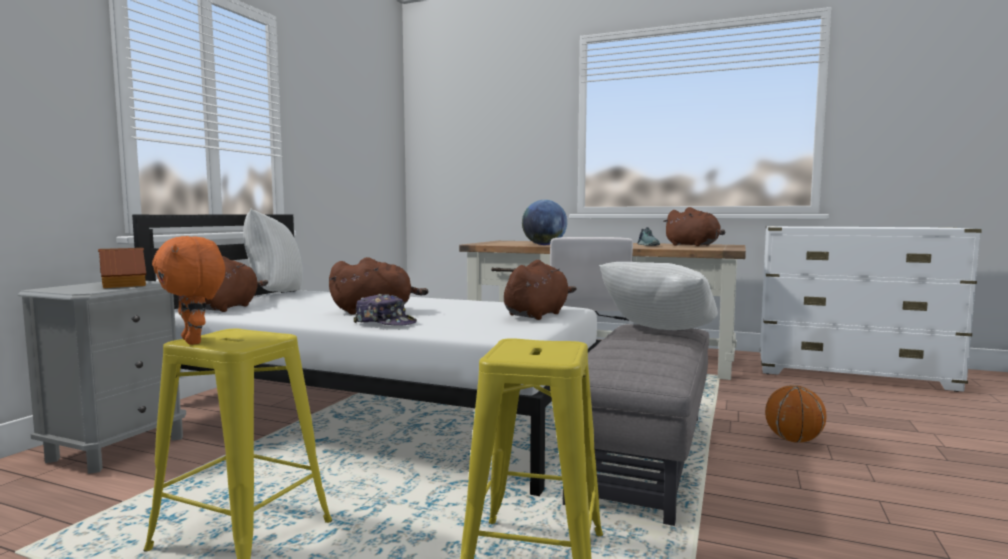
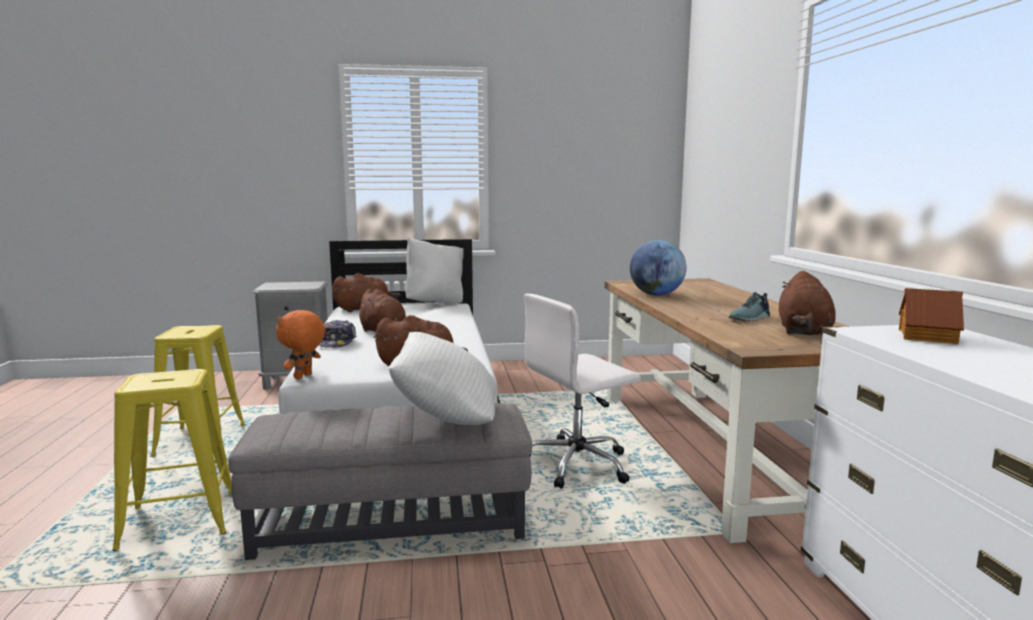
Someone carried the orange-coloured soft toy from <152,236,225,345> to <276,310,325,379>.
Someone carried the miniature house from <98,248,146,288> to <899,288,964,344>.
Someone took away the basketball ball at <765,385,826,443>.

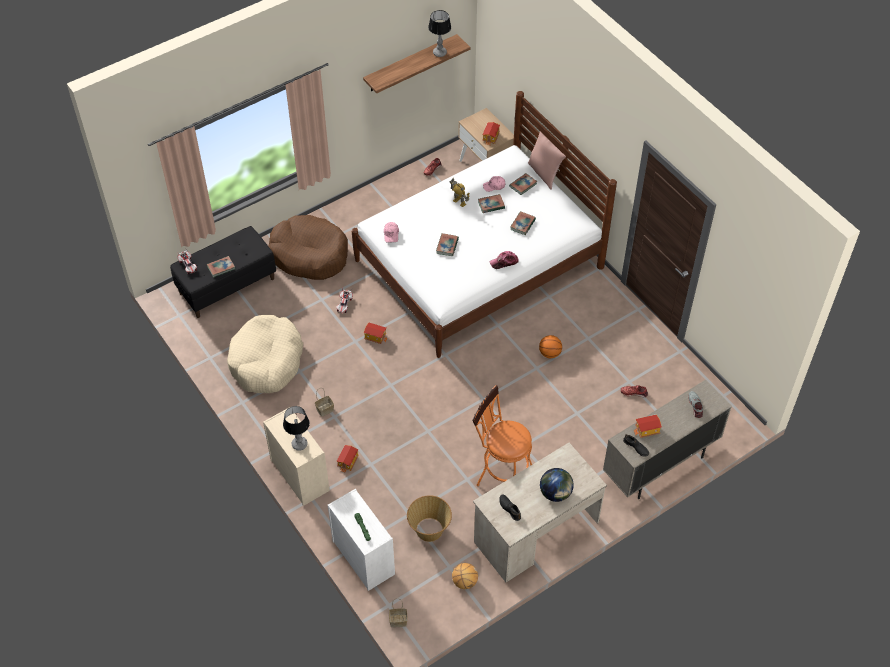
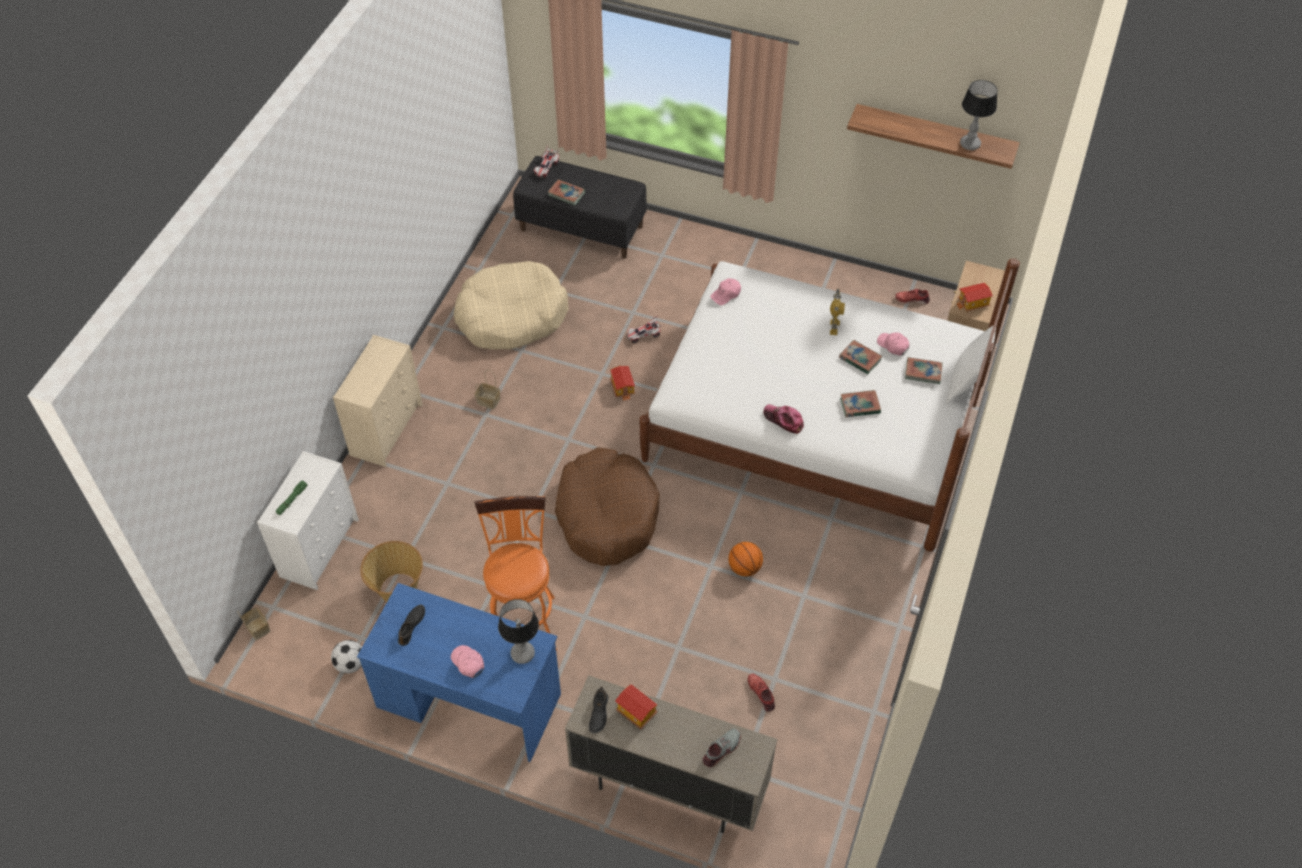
Someone repainted the pink cushion at <528,132,566,189>, which became the whitish cushion at <946,326,997,404>.
Someone carried the brownish dog cushion from <268,215,348,280> to <555,447,660,566>.
Someone took away the book at <436,233,459,256>.
Someone carried the tabletop lamp from <283,406,310,451> to <498,599,539,664>.
Someone repainted the sand-coloured desk unit at <473,443,607,582>, which became the blue desk unit at <357,583,561,762>.
Someone took away the miniature house at <336,445,359,473>.
Someone swapped the world globe at <540,468,574,502> for the pink baseball cap at <451,645,484,678>.
Someone swapped the basketball ball at <452,563,478,589> for the ball for football at <331,640,362,674>.

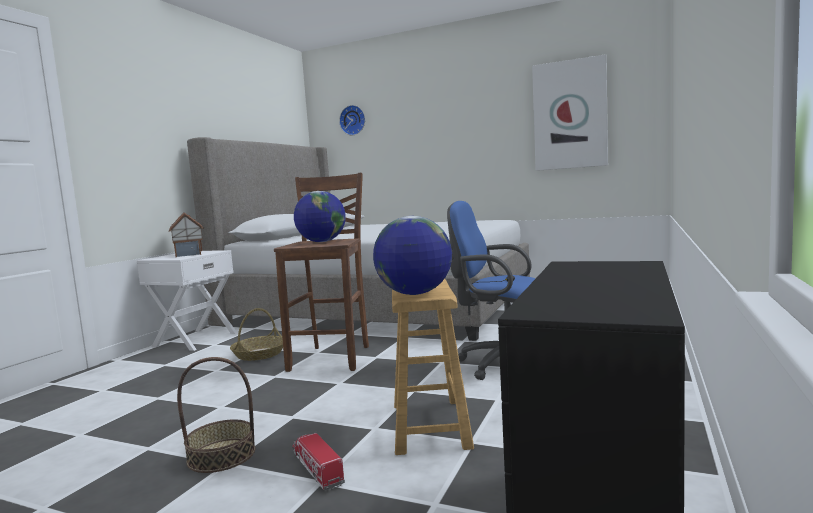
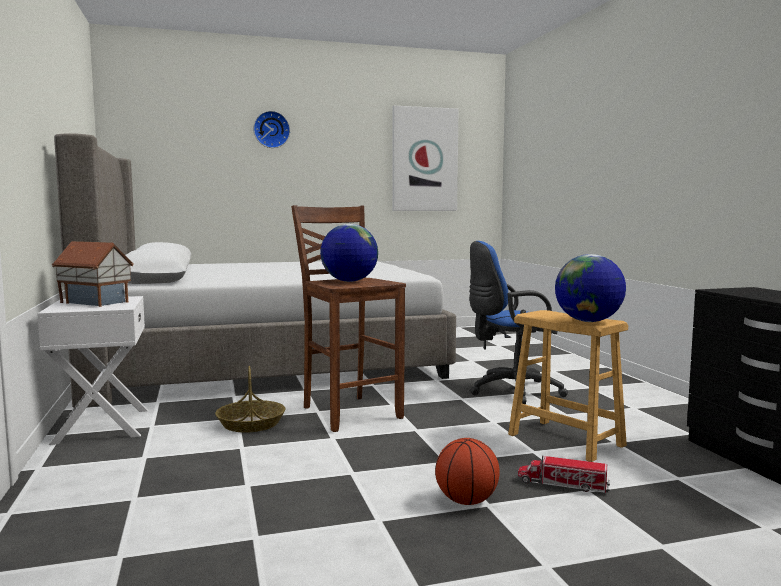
Someone carried the wall clock from <339,105,365,135> to <253,111,290,148>.
Someone swapped the basket at <177,357,255,473> for the basketball ball at <435,438,500,505>.

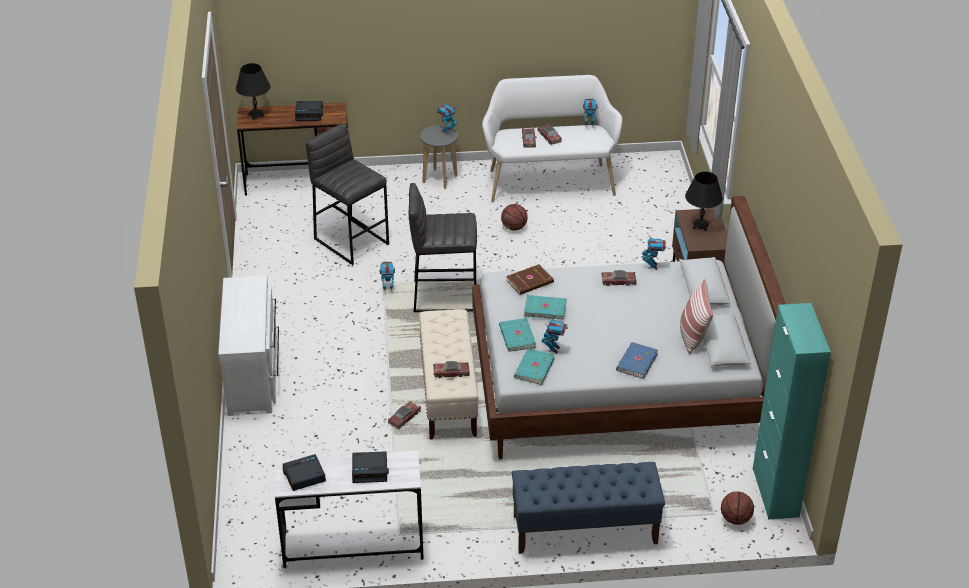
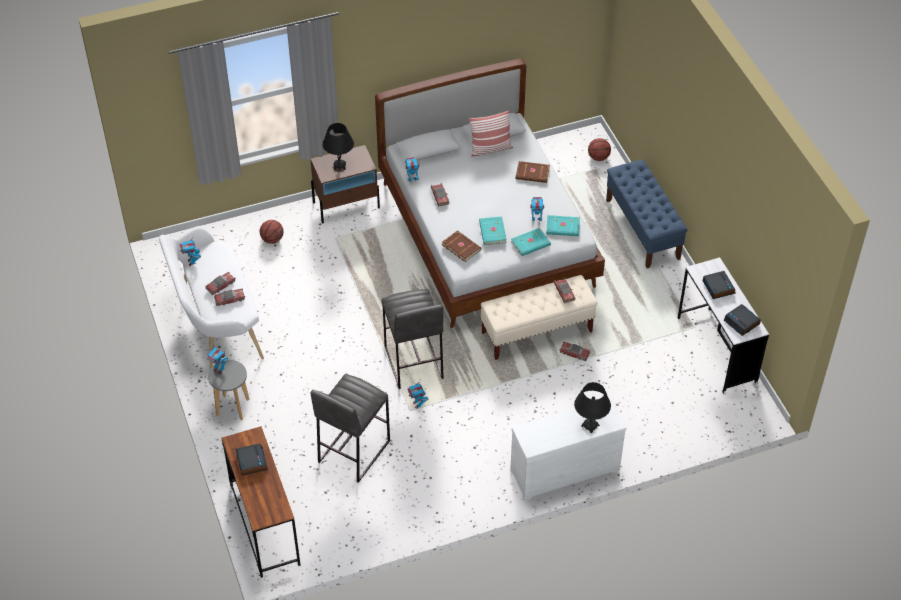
Someone carried the blackish tabletop lamp from <236,63,270,120> to <574,382,611,434>.
Someone carried the basketball ball from <501,204,528,231> to <260,220,284,244>.
Someone took away the turquoise storage cabinet at <753,303,831,519>.
Someone repainted the blue book at <616,342,658,379>, which became the brownish book at <516,161,550,183>.

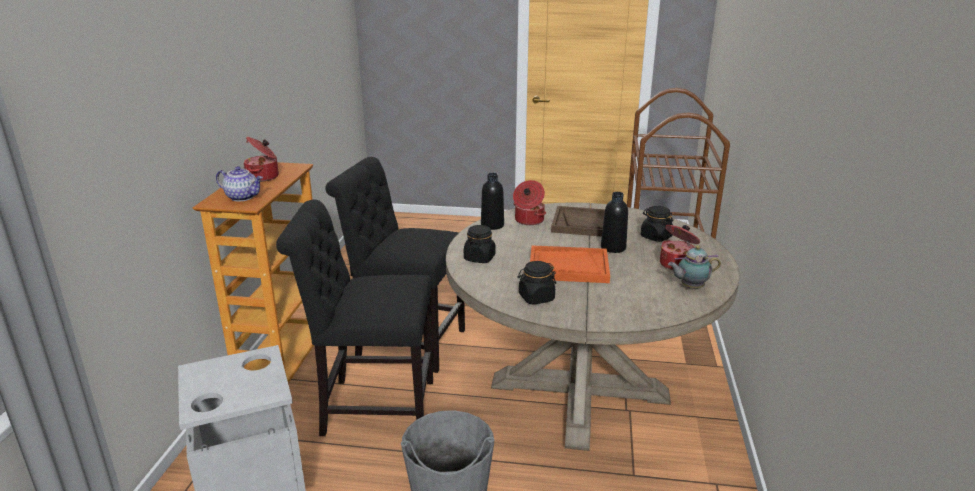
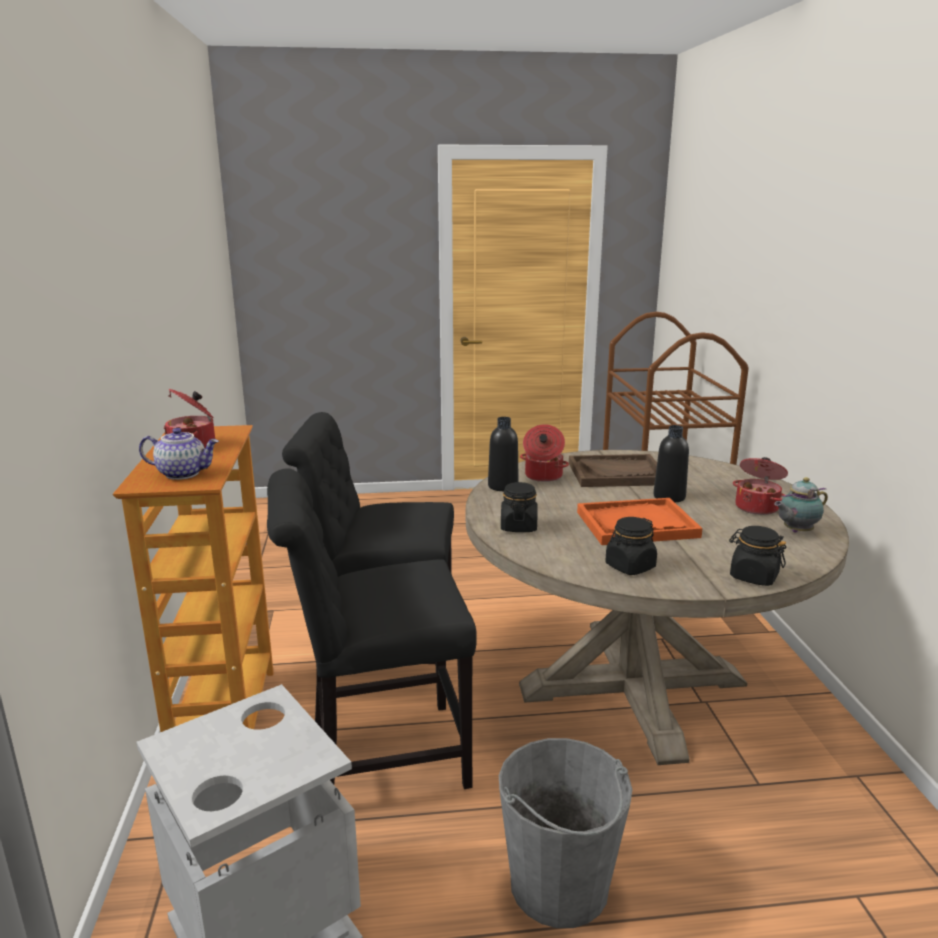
Someone carried the blackish preserve jar from <641,206,673,242> to <729,526,786,586>.

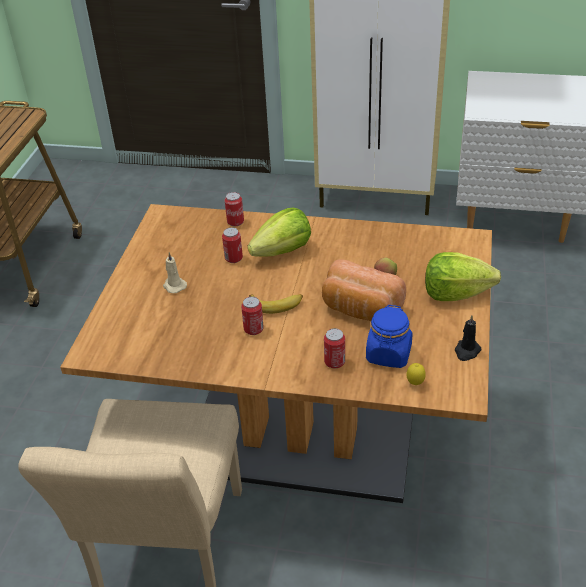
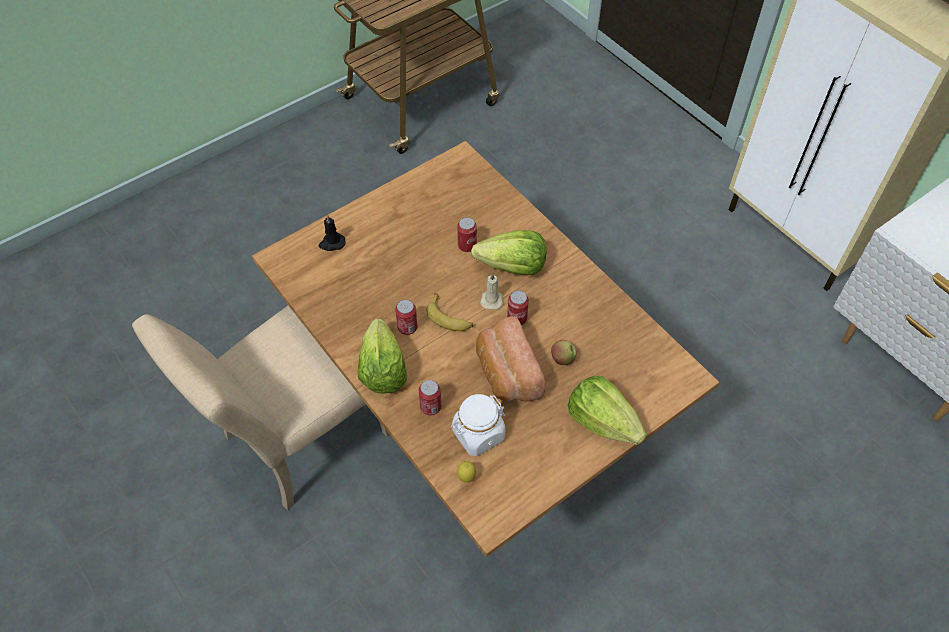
Someone carried the metal can from <225,192,244,226> to <507,291,529,325>.
Someone carried the sand-coloured wax light from <163,252,187,293> to <480,273,503,310>.
Someone repainted the blue preserve jar at <366,305,413,368>, which became the whitish preserve jar at <451,394,506,456>.
Someone carried the blackish wax light from <455,315,481,361> to <319,214,345,251>.
Someone put down the lettuce at <357,318,407,394>.

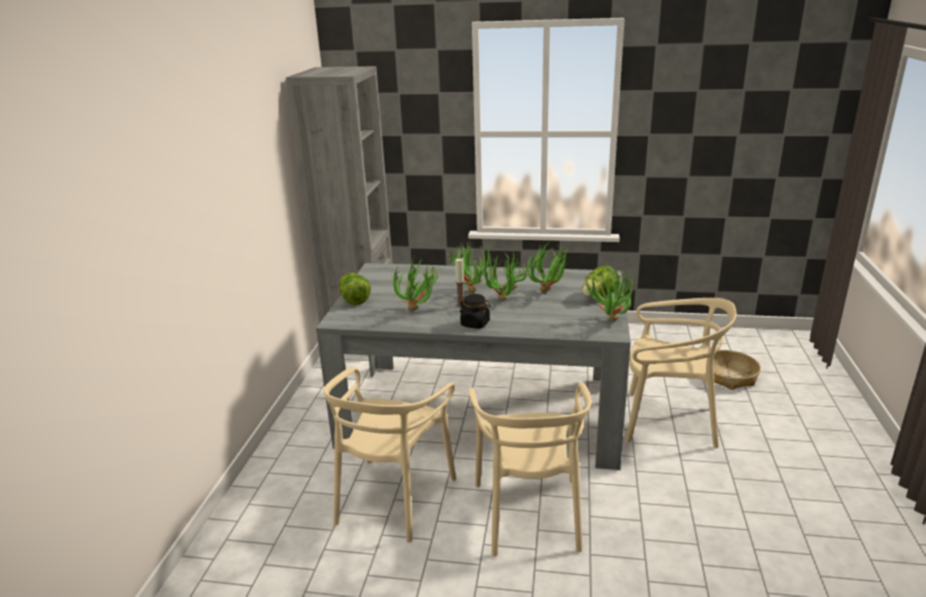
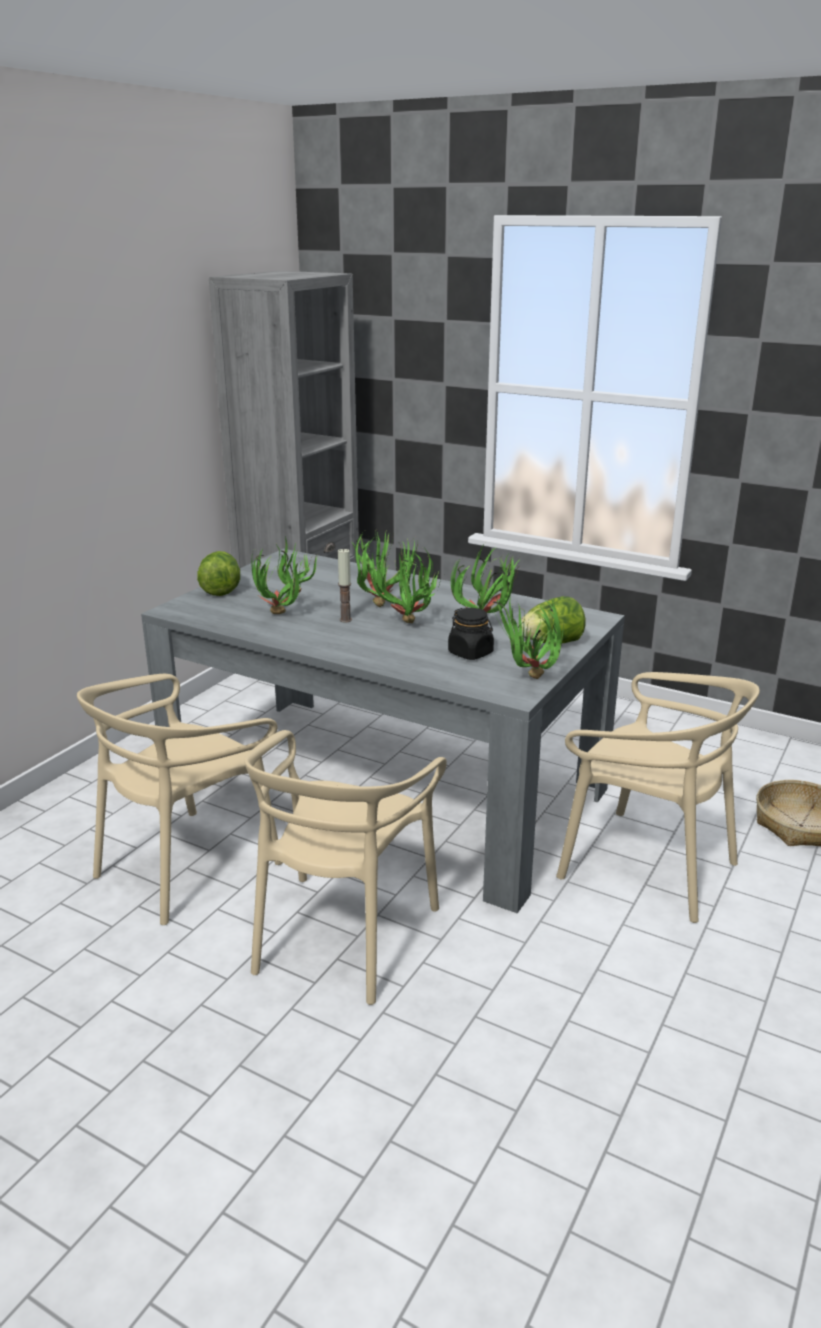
Someone carried the blackish preserve jar from <460,294,491,329> to <448,608,494,660>.

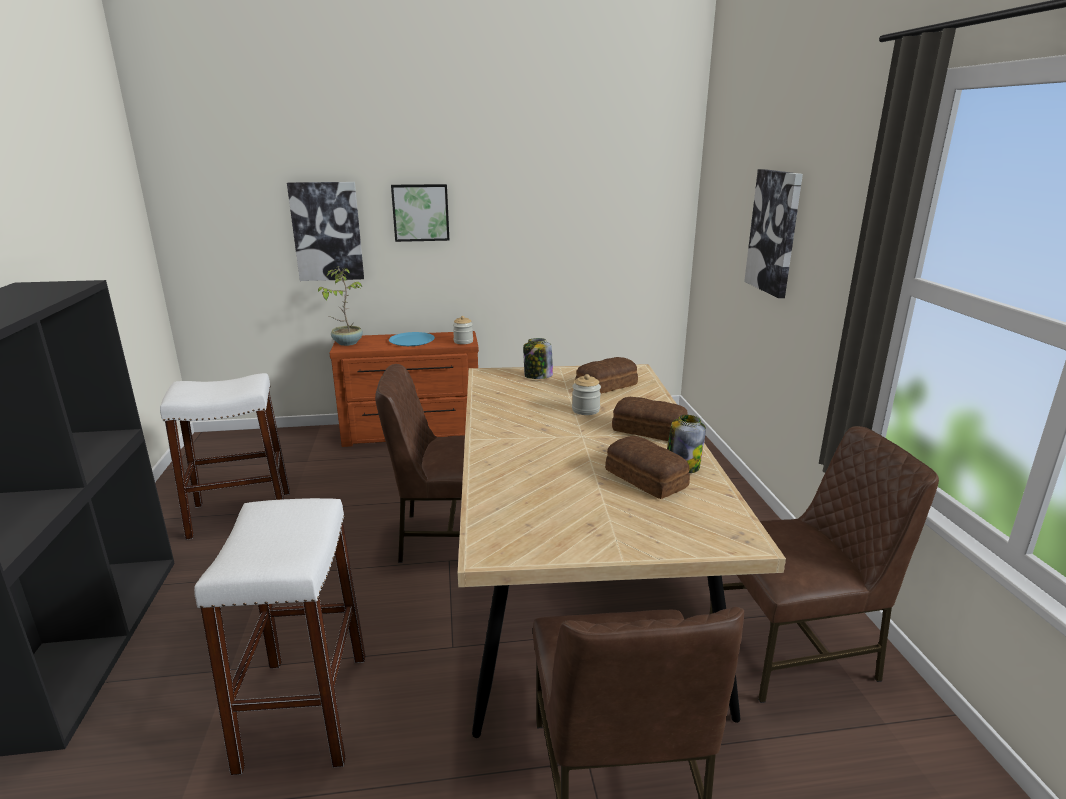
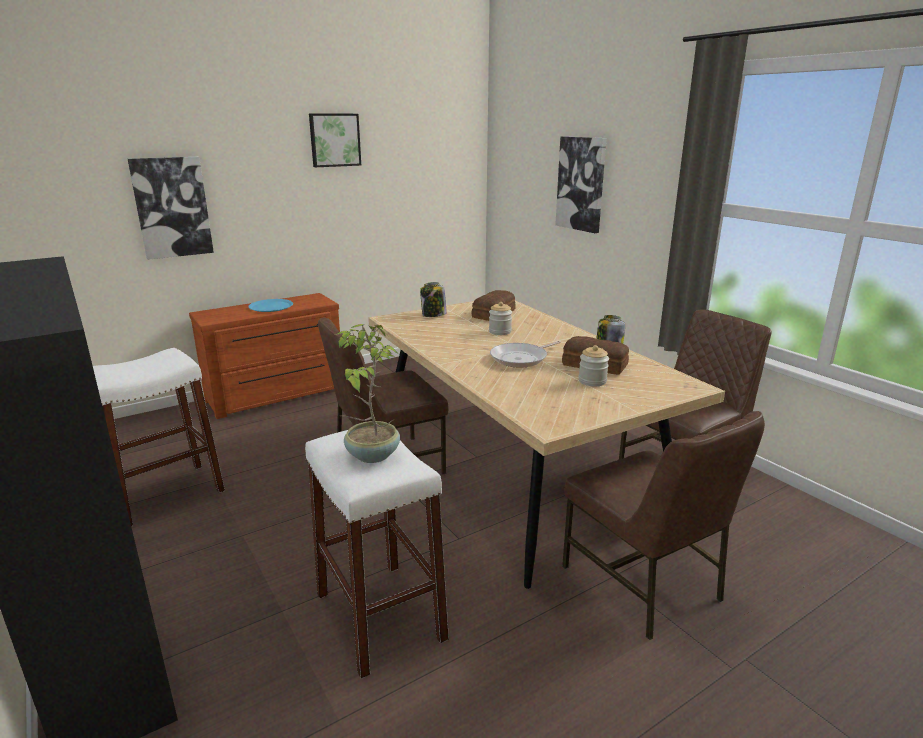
Someone carried the wall picture from <391,184,449,242> to <309,114,361,167>.
Someone carried the potted plant from <318,267,363,346> to <335,324,400,463>.
Someone carried the preserve jar from <453,316,473,344> to <578,345,609,386>.
Someone took away the bread at <612,397,688,441>.
Someone put down the skillet at <490,341,561,368>.

